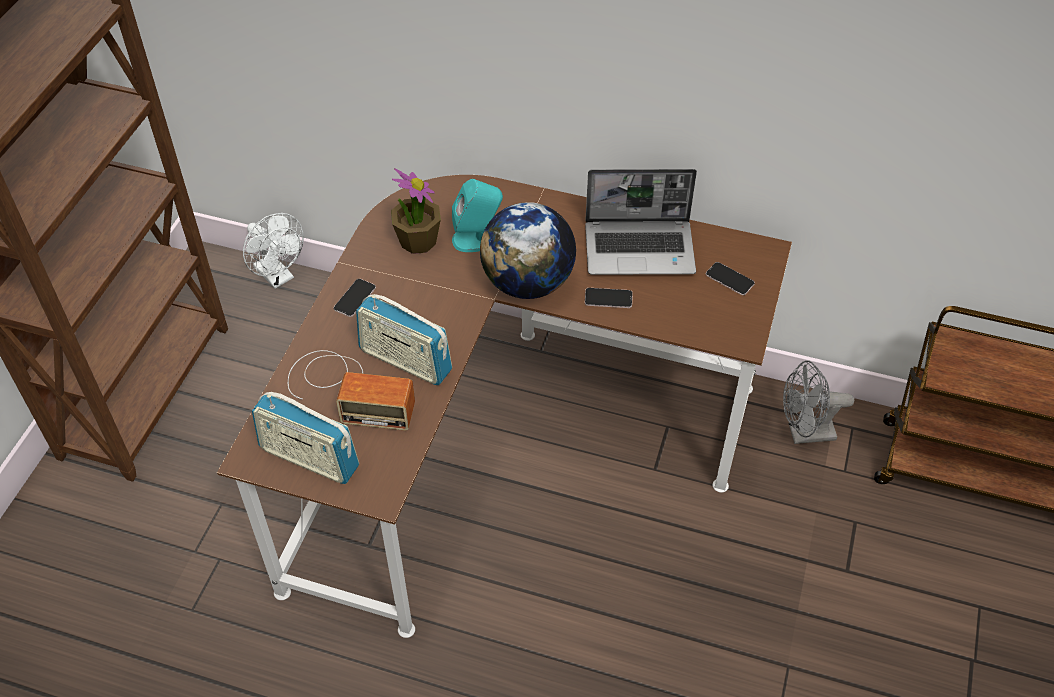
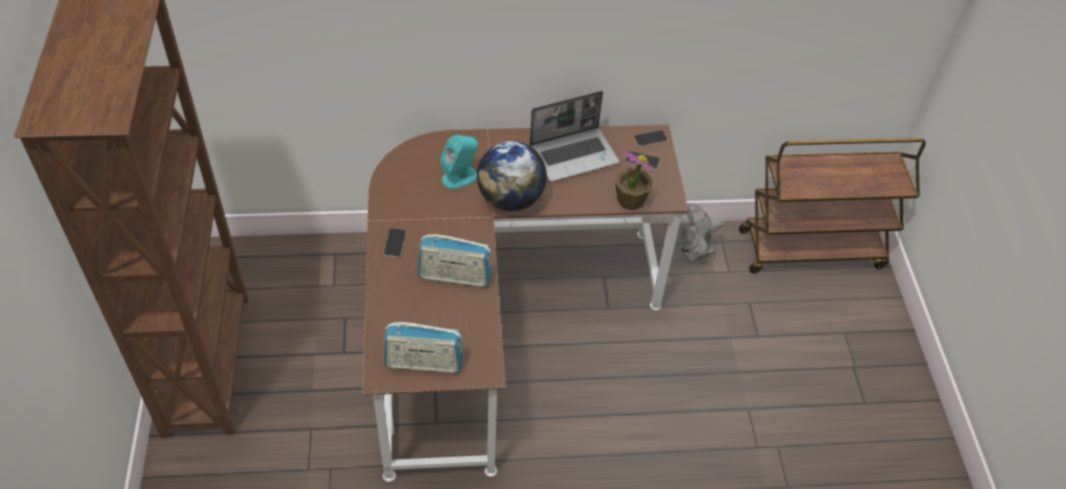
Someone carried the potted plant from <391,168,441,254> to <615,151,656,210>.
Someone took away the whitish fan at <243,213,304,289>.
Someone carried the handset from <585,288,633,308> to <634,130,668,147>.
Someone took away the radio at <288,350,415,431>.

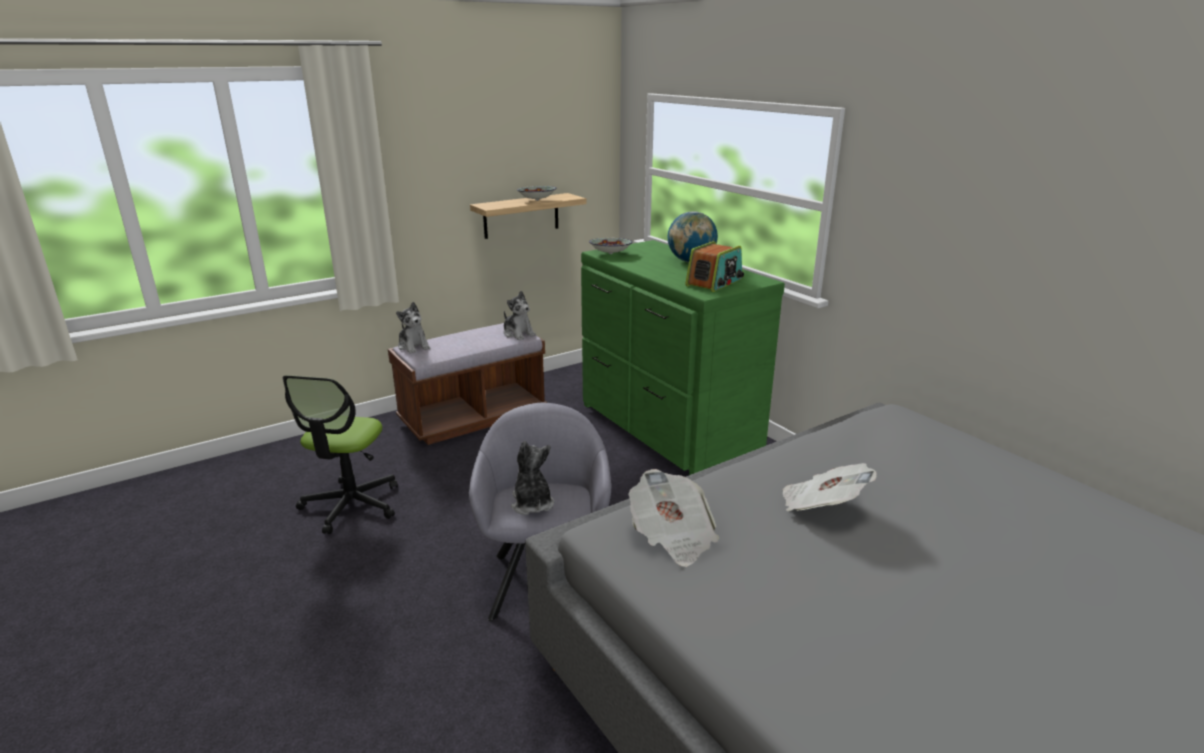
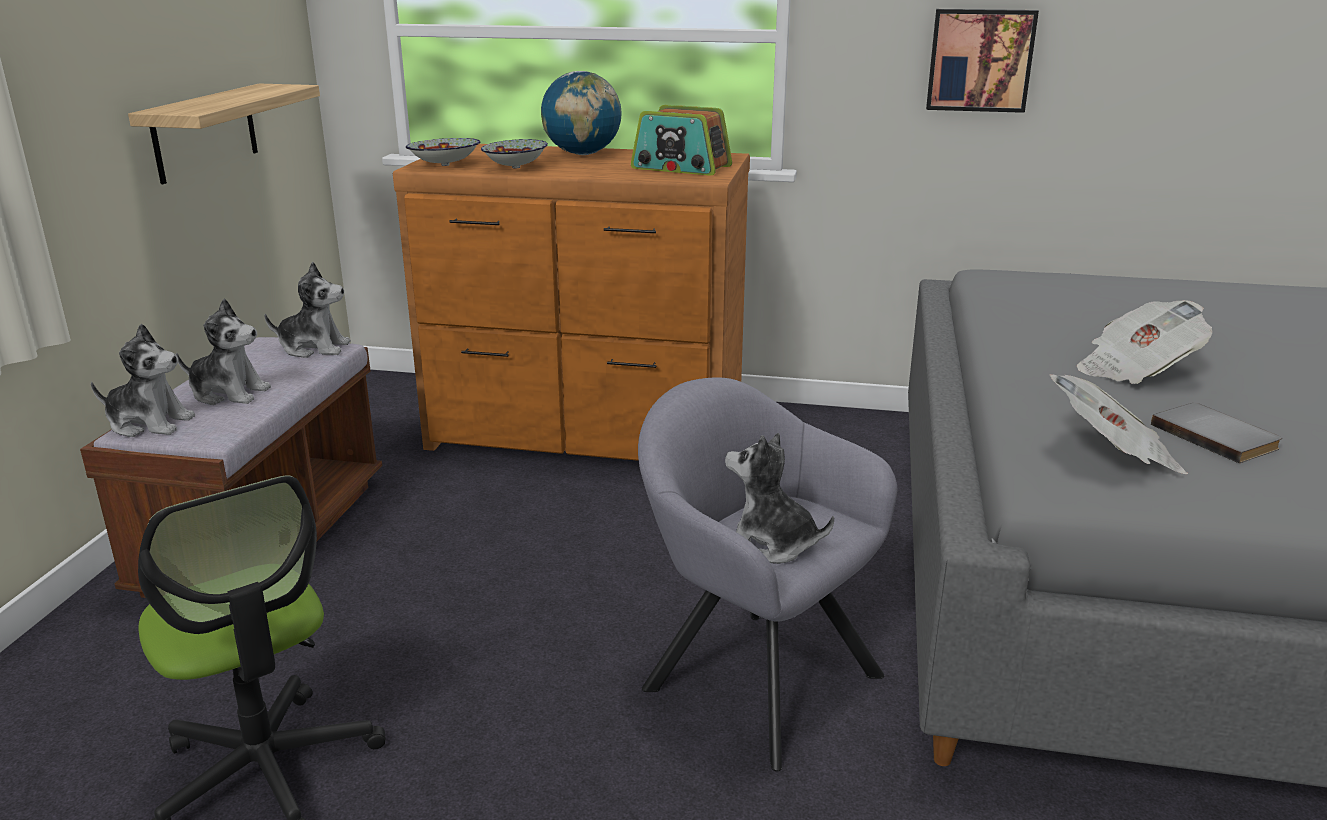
Someone carried the deep dish from <517,186,557,201> to <481,139,548,169>.
Someone repainted the green-coloured drawer chest at <581,240,785,475>, which became the brownish drawer chest at <393,144,750,461>.
Someone rotated the radio at <685,241,744,292> by 120 degrees clockwise.
Someone put up the wall picture at <926,9,1039,113>.
Someone put down the soft toy at <176,299,271,405>.
Someone put down the grey book at <1151,403,1282,463>.

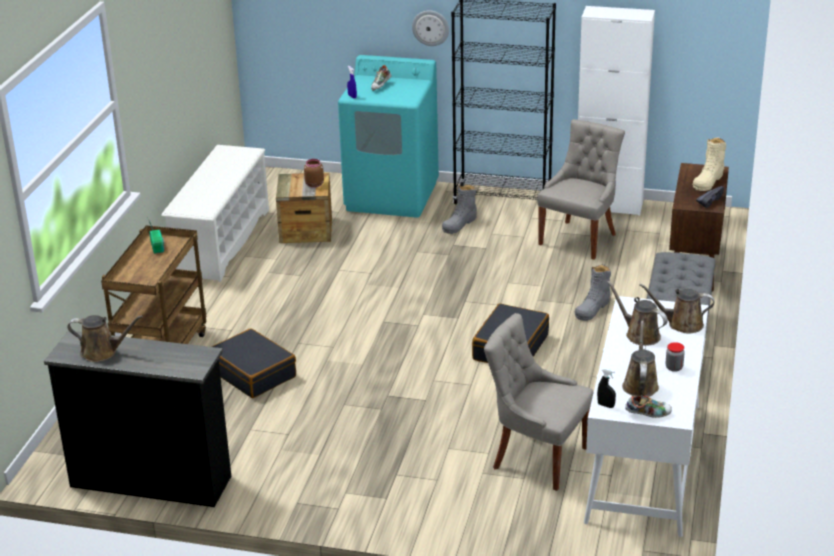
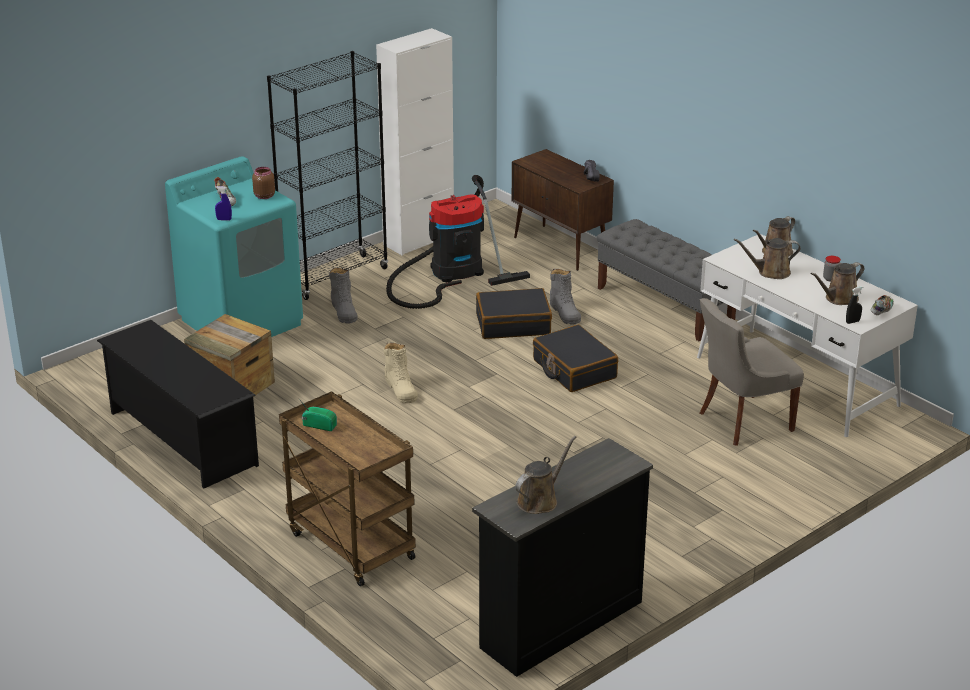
Someone took away the wall clock at <412,10,449,46>.
Someone swapped the grey chair at <537,119,625,260> for the vacuum cleaner at <386,175,530,309>.
Someone carried the sand-coloured high-top boot from <693,137,726,191> to <384,343,418,403>.
Someone repainted the whitish shoe rack at <161,145,269,282>, which became the blackish shoe rack at <97,320,259,488>.
Someone carried the brownish preserve jar from <304,159,324,188> to <252,167,275,199>.
Someone rotated the brownish watering pot at <622,320,659,397> by 75 degrees counterclockwise.
Someone carried the blackish piece of luggage from <212,328,296,398> to <476,288,552,339>.

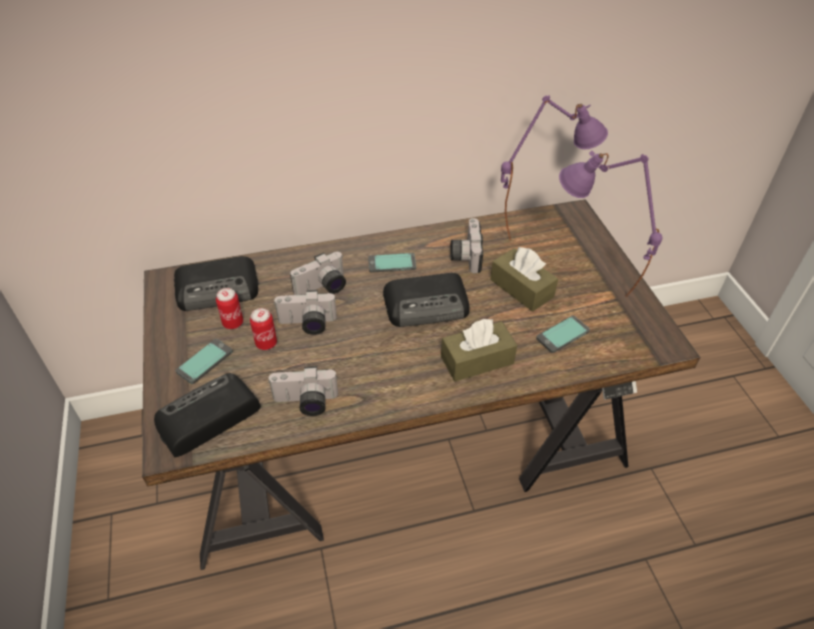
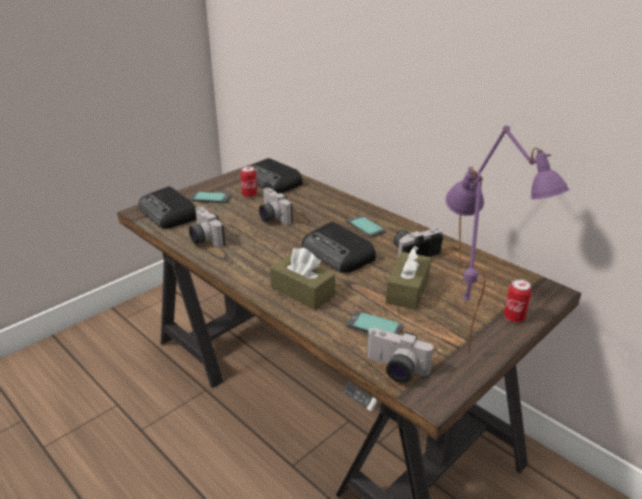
Someone carried the still camera from <290,252,346,295> to <367,328,433,383>.
Someone carried the metal can from <250,308,277,350> to <504,279,532,323>.
Someone rotated the radio at <154,373,261,457> by 150 degrees counterclockwise.

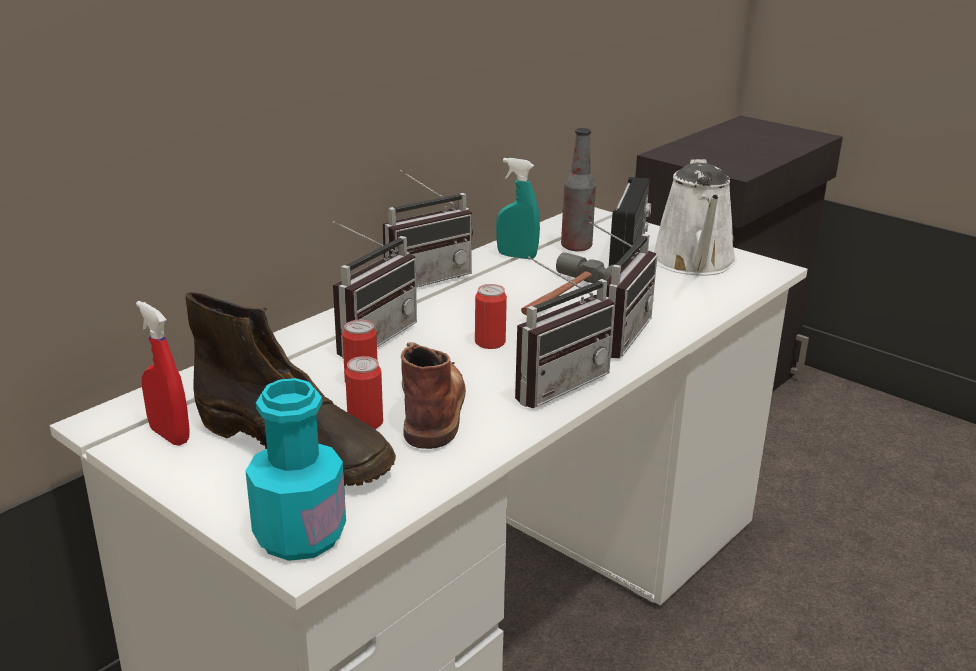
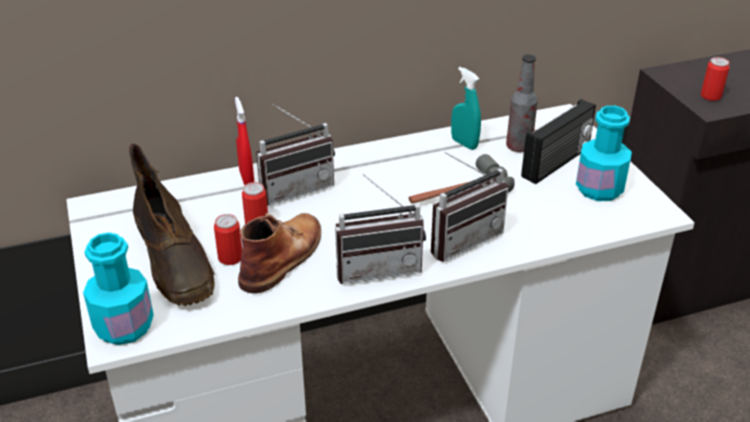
Someone swapped the whitish watering pot at <652,159,737,276> for the turquoise bottle at <576,106,632,201>.
Someone took away the radio at <383,170,473,287>.
Someone carried the metal can from <475,284,507,349> to <701,57,730,101>.
Someone carried the red spray bottle from <136,301,190,446> to <235,97,254,185>.

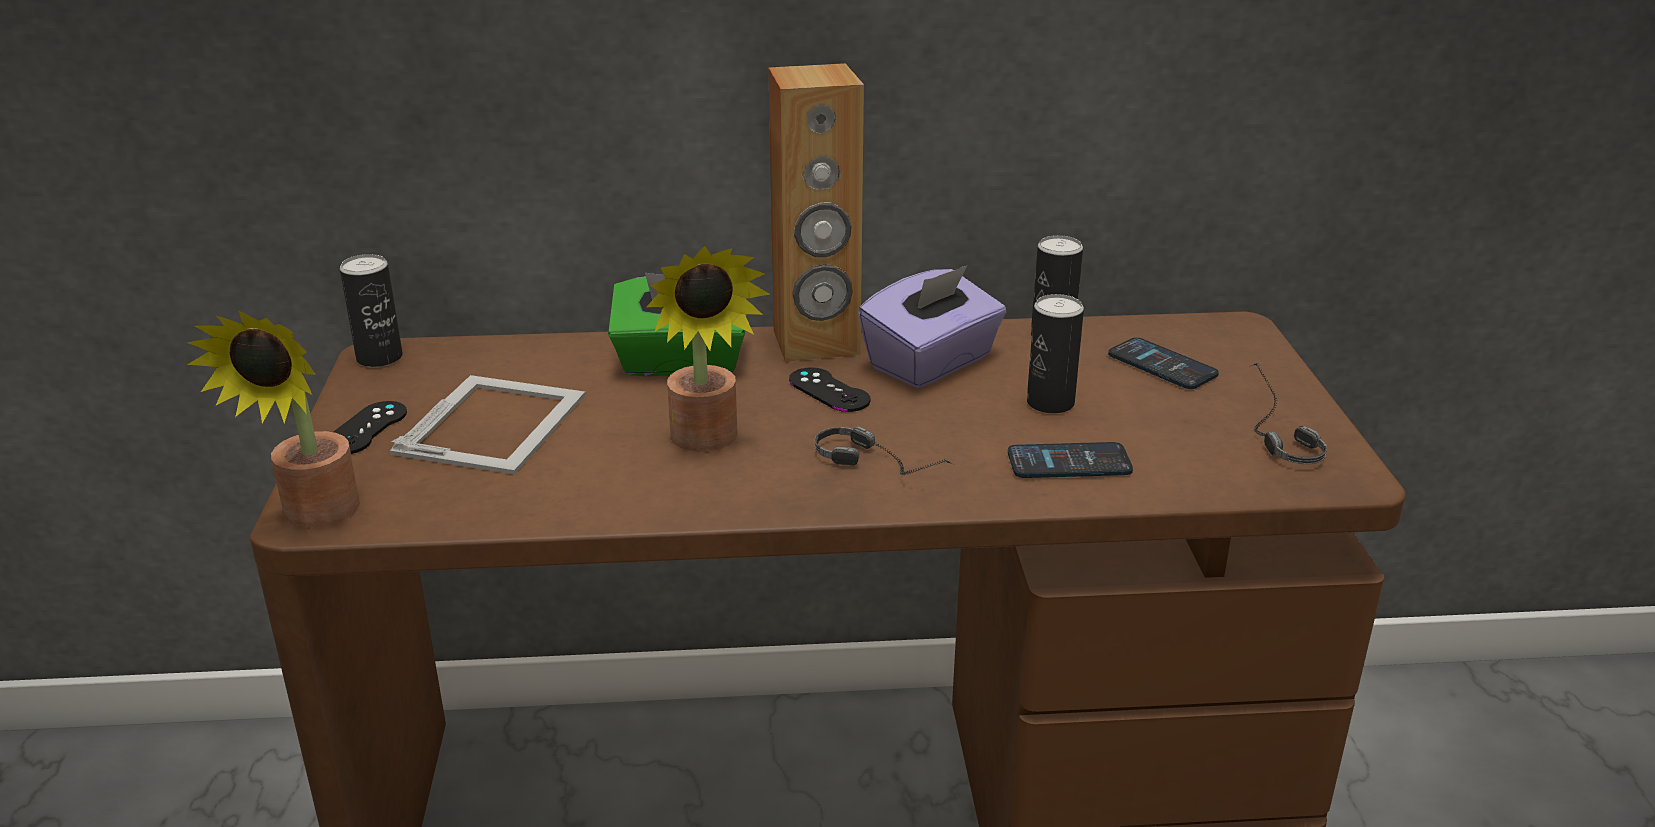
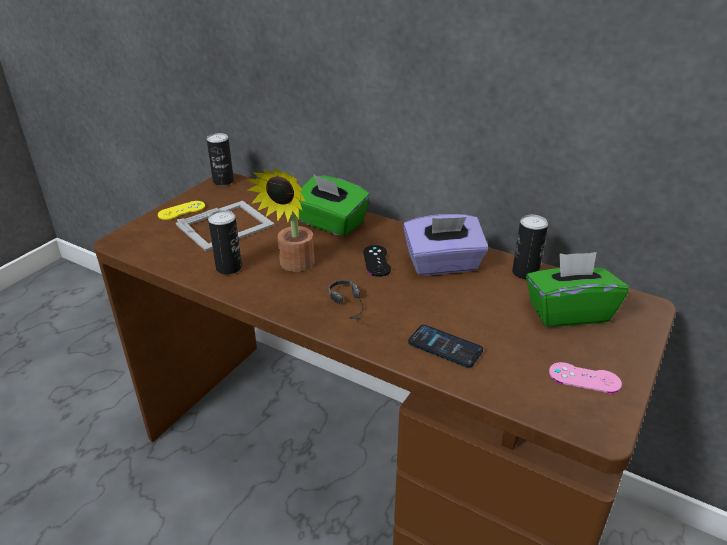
Someone took away the brownish audio speaker at <768,63,864,362>.
Someone carried the metal can from <1027,294,1084,414> to <208,210,242,275>.
Someone took away the potted plant at <187,311,360,527>.
Someone swapped the handset at <1108,337,1219,389> for the green-coloured box of tissues at <526,252,629,327>.
Someone swapped the headset at <1250,363,1327,464> for the pink game controller at <549,362,622,393>.
Someone repainted the blackish game controller at <334,401,407,454>, which became the yellow-coloured game controller at <158,201,205,220>.

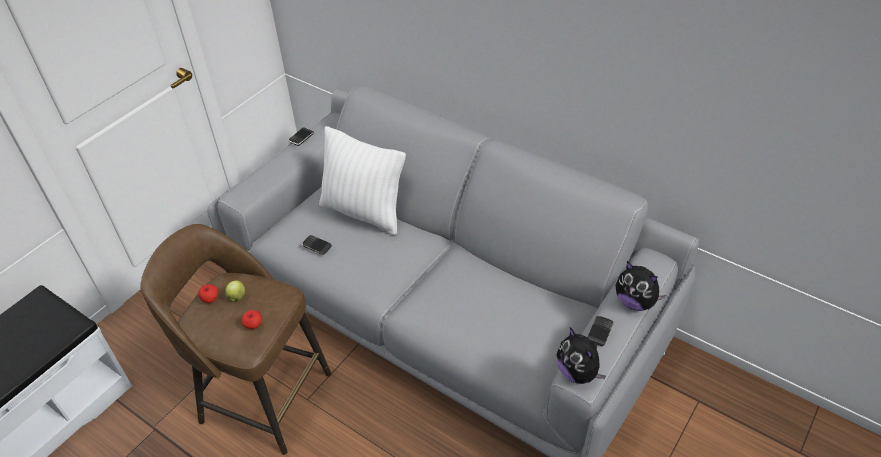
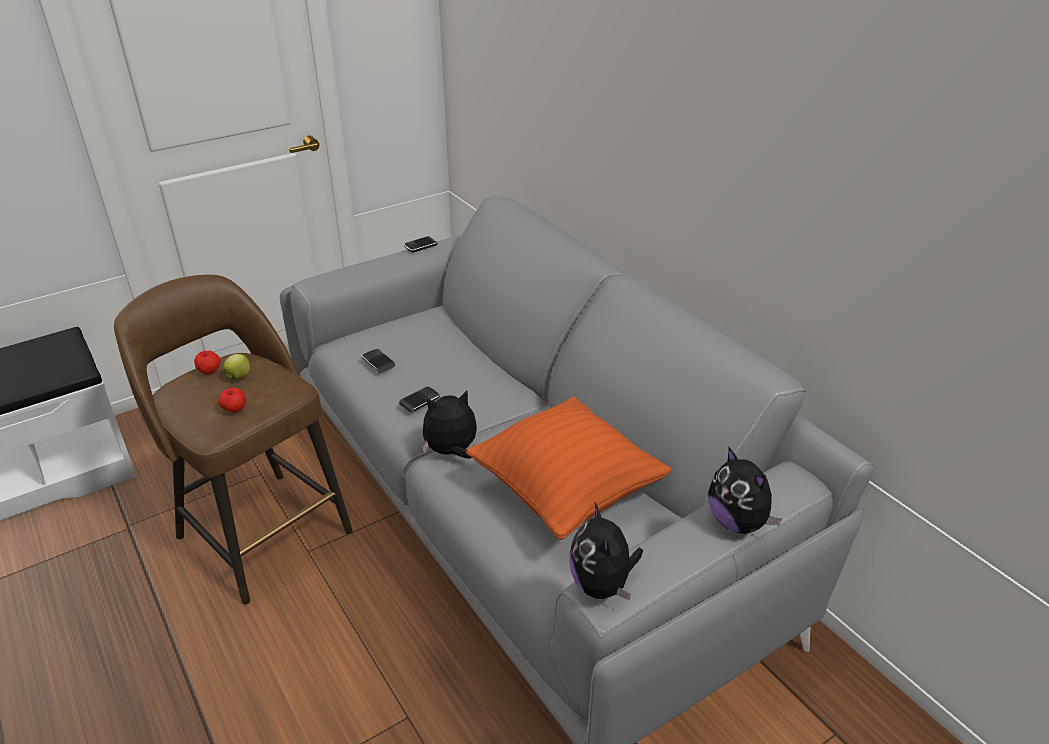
Someone took away the whitish cushion at <319,126,406,235>.
Someone carried the handset from <587,316,614,346> to <399,387,440,412>.
Someone put down the soft toy at <422,391,477,459>.
Someone put down the orange-coloured cushion at <466,397,672,540>.

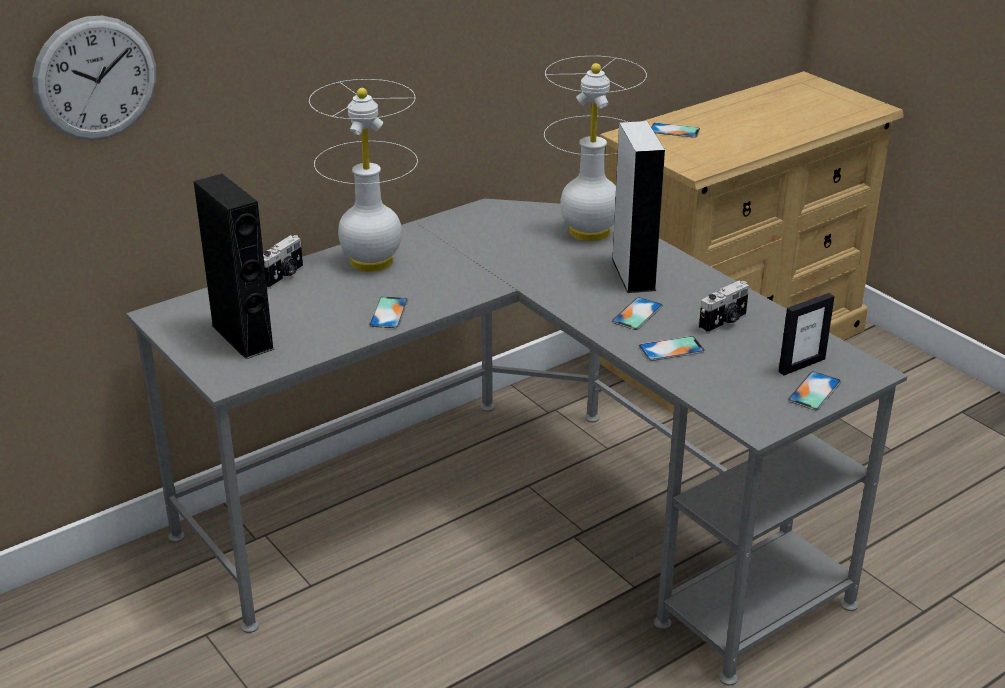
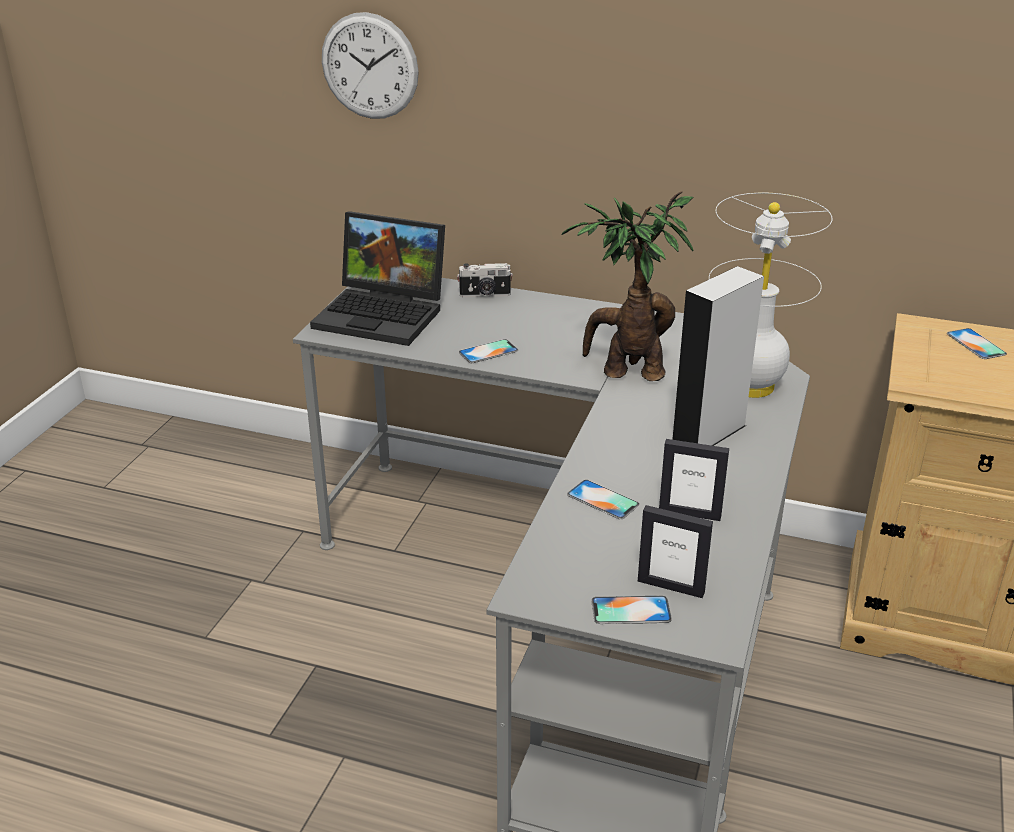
Someone took away the whitish tabletop lamp at <309,79,418,272>.
Someone swapped the blackish audio speaker at <194,174,275,359> for the laptop at <310,211,445,346>.
Someone swapped the still camera at <699,281,749,334> for the picture frame at <659,439,729,521>.
Someone took away the handset at <611,297,663,330>.
Someone put down the potted plant at <561,191,694,381>.

